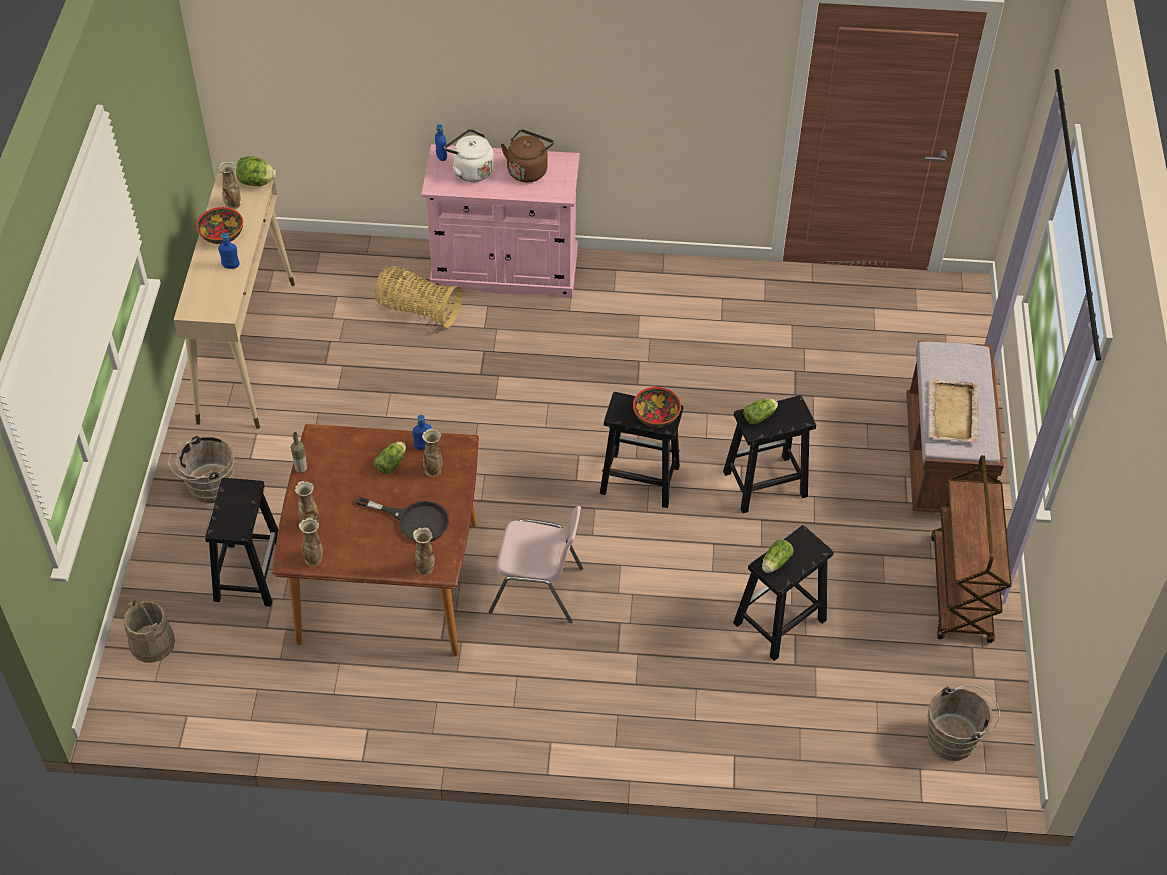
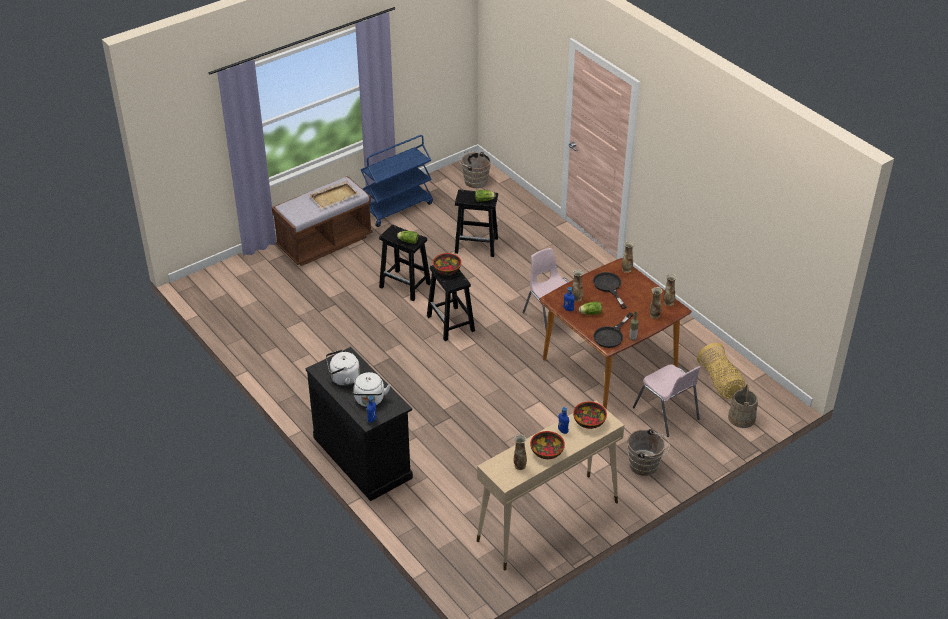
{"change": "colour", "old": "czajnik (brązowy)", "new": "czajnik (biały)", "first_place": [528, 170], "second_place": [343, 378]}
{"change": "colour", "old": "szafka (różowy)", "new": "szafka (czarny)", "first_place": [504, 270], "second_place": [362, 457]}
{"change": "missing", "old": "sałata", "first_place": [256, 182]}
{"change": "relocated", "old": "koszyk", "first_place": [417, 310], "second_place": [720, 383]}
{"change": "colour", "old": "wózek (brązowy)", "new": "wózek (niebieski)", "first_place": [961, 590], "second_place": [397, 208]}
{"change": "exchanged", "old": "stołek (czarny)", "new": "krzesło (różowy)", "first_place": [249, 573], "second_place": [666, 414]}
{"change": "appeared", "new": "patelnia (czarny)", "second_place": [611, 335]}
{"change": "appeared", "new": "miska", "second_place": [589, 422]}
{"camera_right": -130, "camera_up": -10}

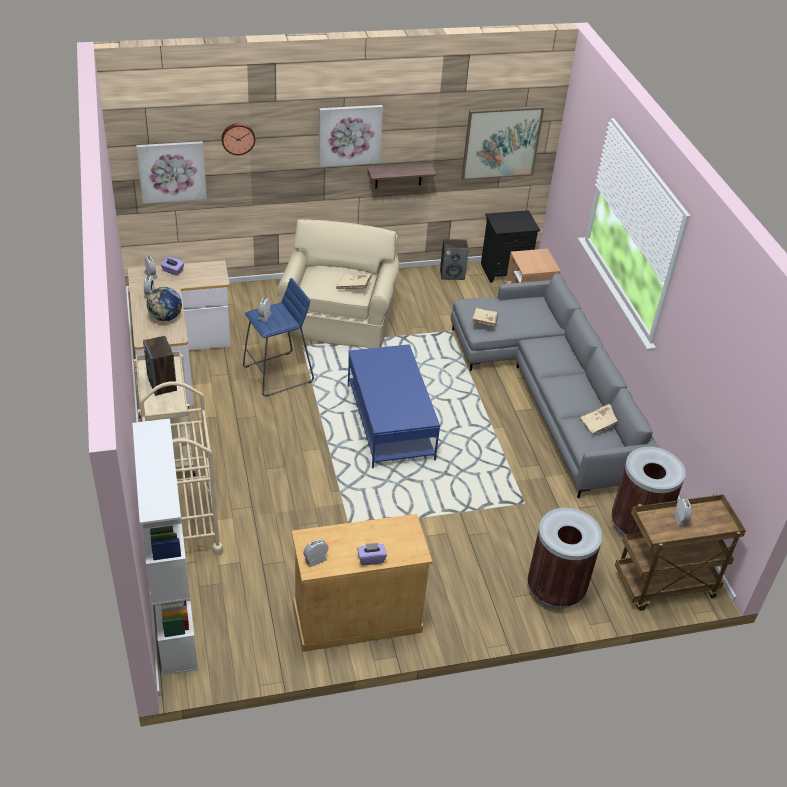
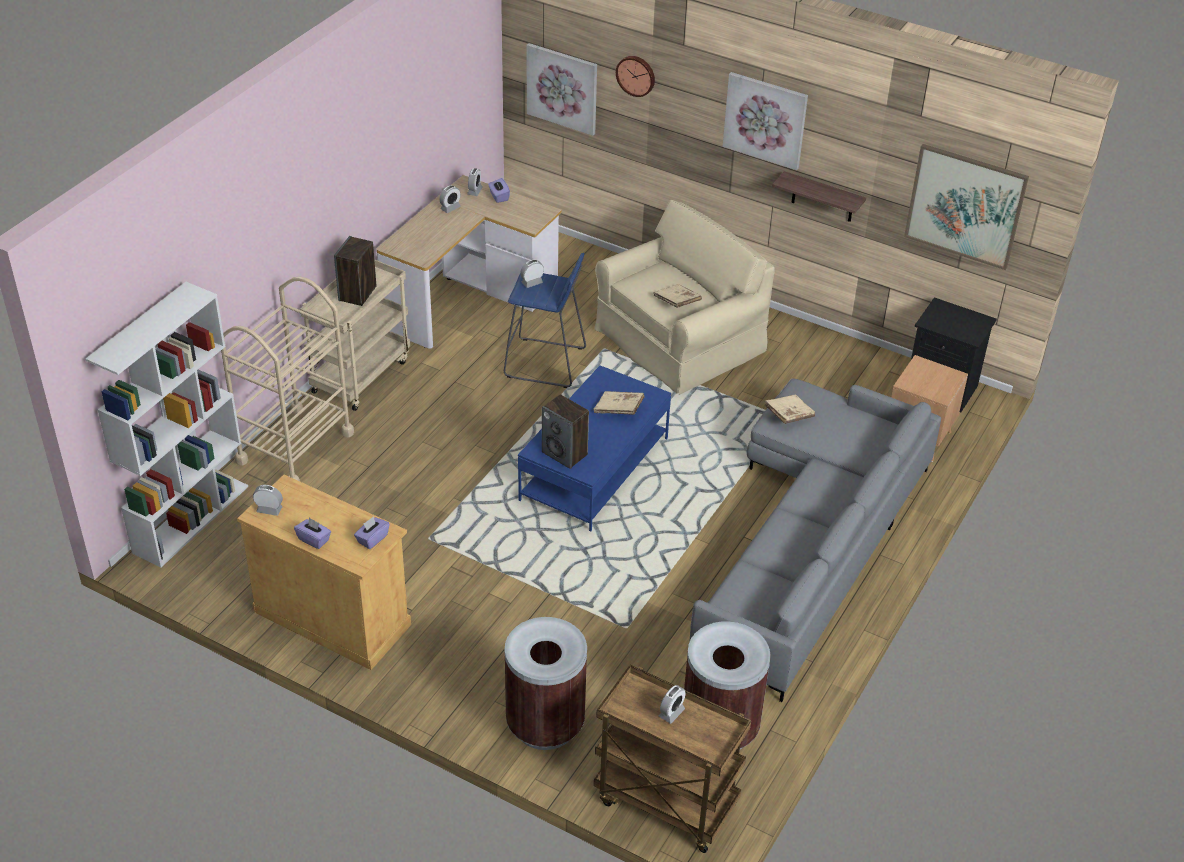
{"change": "relocated", "old": "głośnik", "first_place": [452, 274], "second_place": [565, 453]}
{"change": "missing", "old": "globus", "first_place": [165, 317]}
{"change": "relocated", "old": "książka (beżowy)", "first_place": [599, 424], "second_place": [619, 409]}
{"change": "appeared", "new": "pudełko chusteczek (fioletowy)", "second_place": [372, 539]}
{"camera_right": 45, "camera_up": 0}

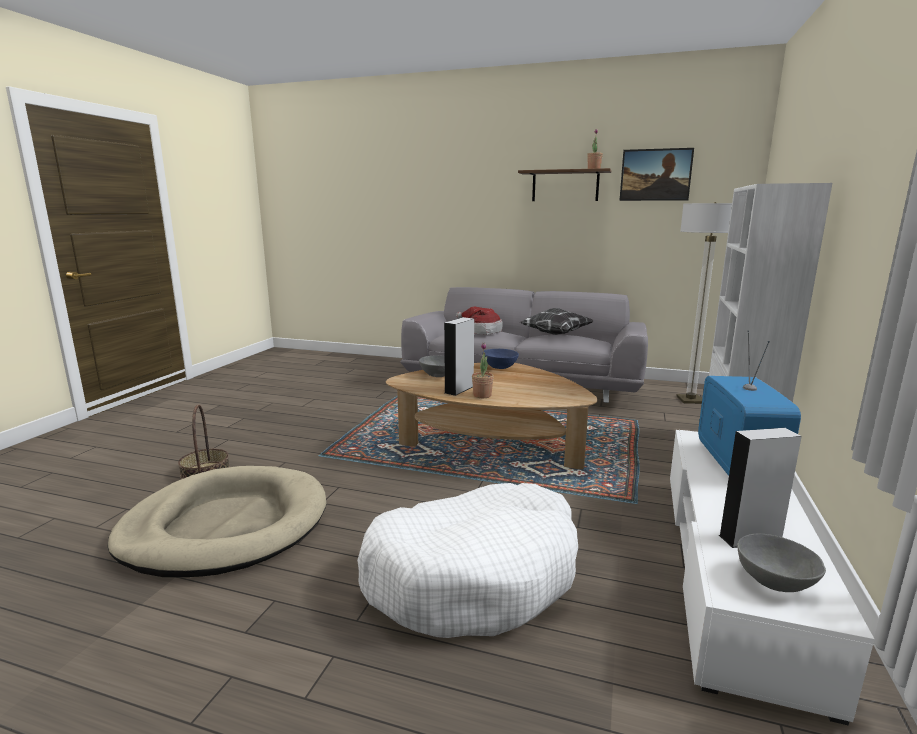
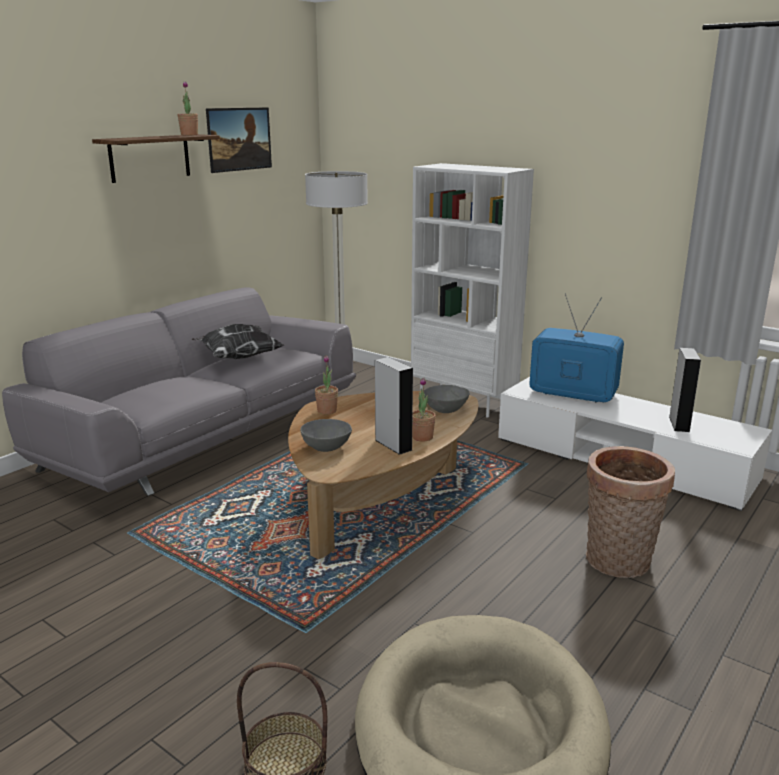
{"change": "missing", "old": "kapelusz", "first_place": [481, 331]}
{"change": "exchanged", "old": "miska (niebieski)", "new": "roślina doniczkowa", "first_place": [500, 367], "second_place": [327, 411]}
{"change": "exchanged", "old": "legowisko (biały)", "new": "koszyk", "first_place": [473, 575], "second_place": [618, 563]}
{"change": "relocated", "old": "miska (szary)", "first_place": [774, 581], "second_place": [445, 409]}
{"camera_right": -70, "camera_up": 5}

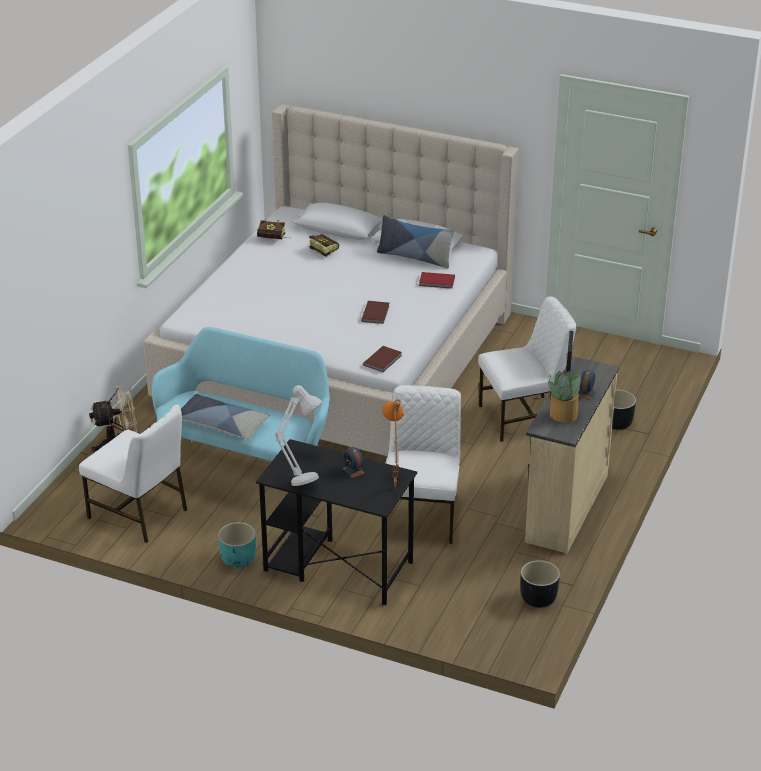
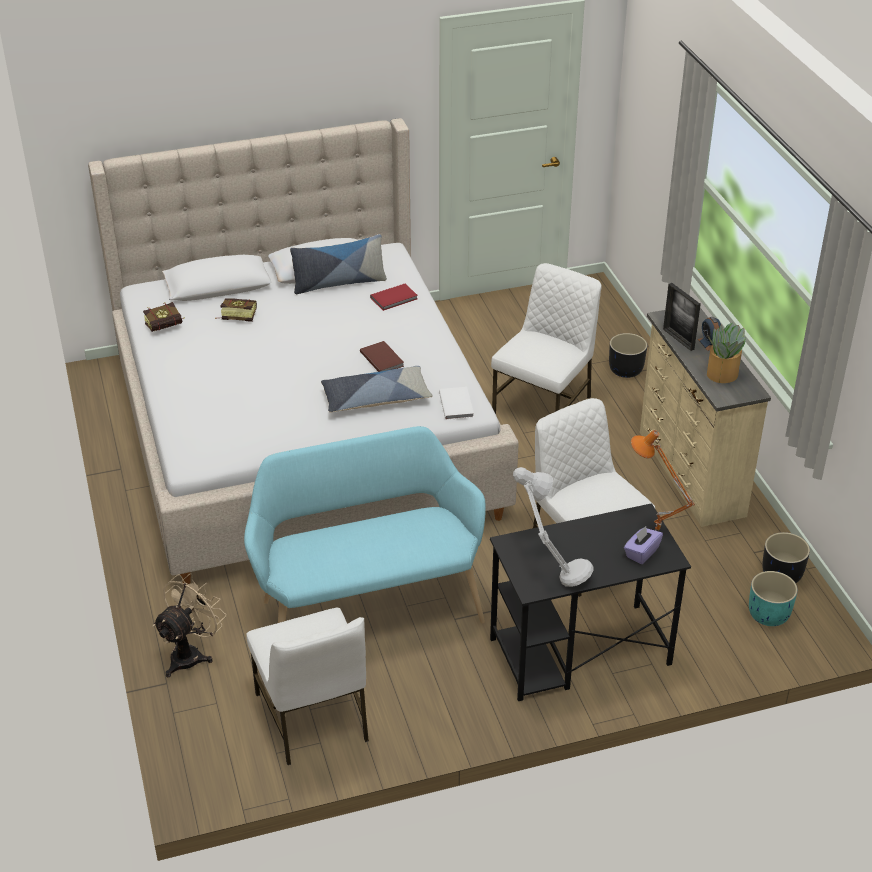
{"change": "colour", "old": "książka (brązowy)", "new": "książka (biały)", "first_place": [383, 360], "second_place": [457, 404]}
{"change": "relocated", "old": "poduszka", "first_place": [221, 424], "second_place": [375, 398]}
{"change": "spun", "old": "krzesło (biały)", "first_place": [139, 514], "second_place": [313, 718], "degrees": 75}
{"change": "missing", "old": "budzik", "first_place": [353, 470]}
{"change": "relocated", "old": "donica (turkusowy)", "first_place": [238, 559], "second_place": [768, 615]}
{"change": "appeared", "new": "pudełko chusteczek (fioletowy)", "second_place": [641, 553]}
{"camera_right": -40, "camera_up": 5}

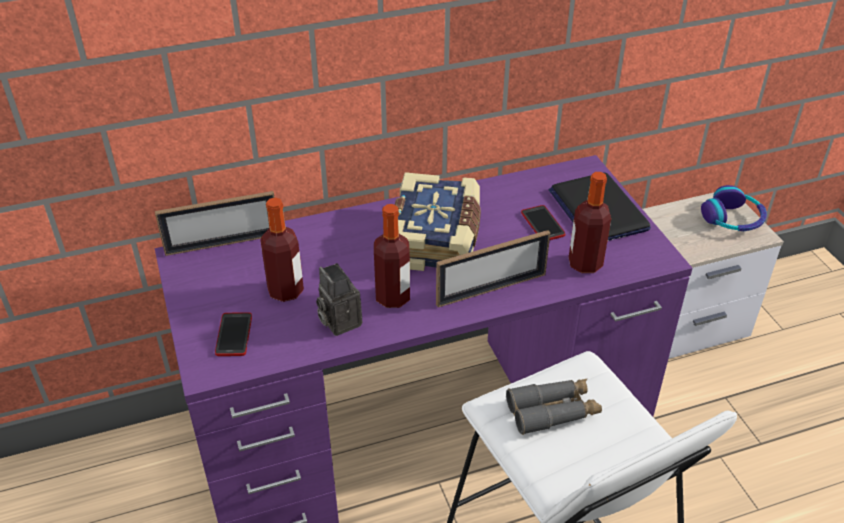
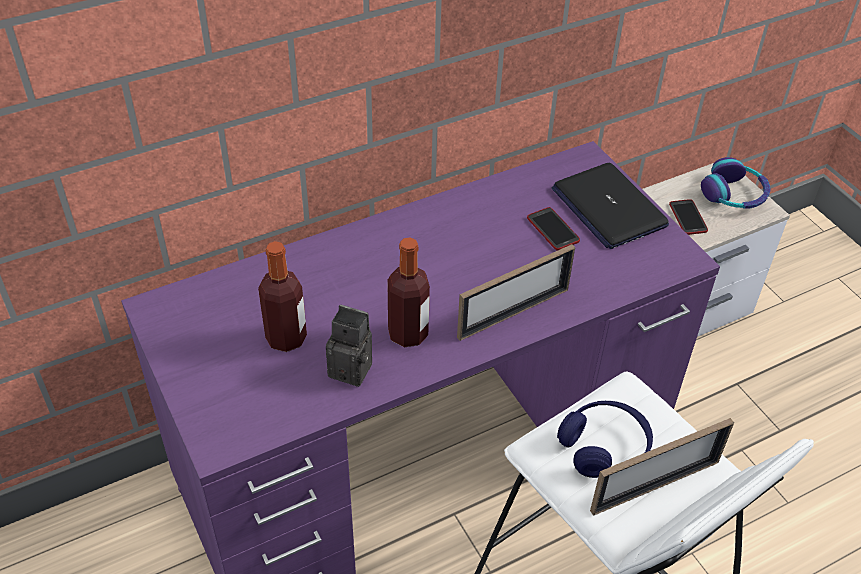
{"change": "missing", "old": "książka", "first_place": [436, 239]}
{"change": "missing", "old": "butelka", "first_place": [585, 264]}
{"change": "relocated", "old": "ramka na zdjęcie", "first_place": [222, 244], "second_place": [655, 486]}
{"change": "spun", "old": "aparat fotograficzny", "first_place": [338, 321], "second_place": [353, 368], "degrees": 150}
{"change": "relocated", "old": "telefon", "first_place": [234, 335], "second_place": [688, 218]}
{"change": "exchanged", "old": "lornetka (szary)", "new": "słuchawki (niebieski)", "first_place": [553, 411], "second_place": [604, 447]}
{"camera_right": -10, "camera_up": 5}

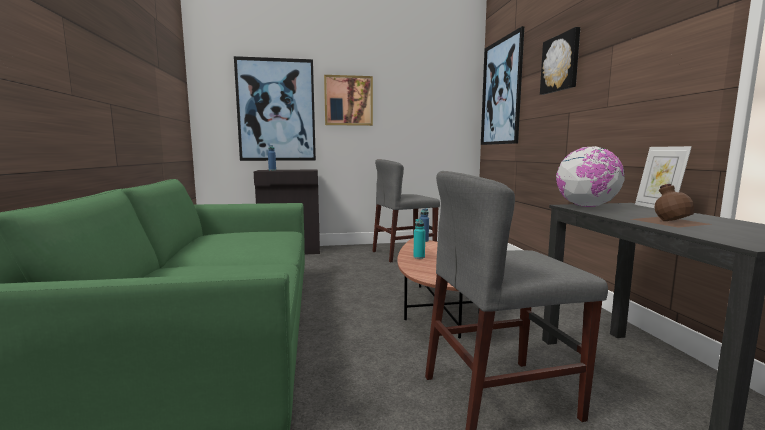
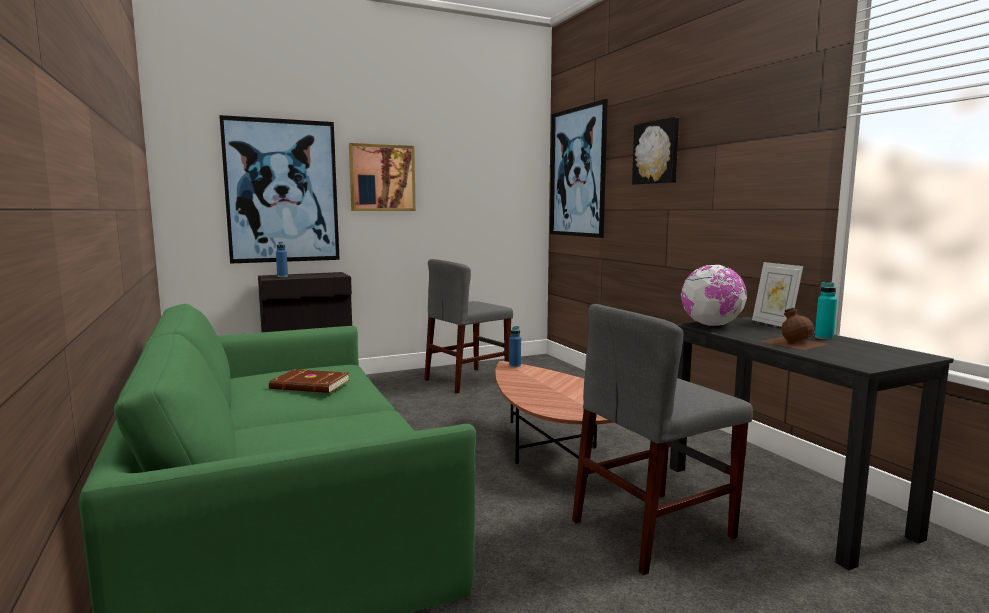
{"change": "relocated", "old": "butelka (turkusowy)", "first_place": [419, 257], "second_place": [824, 338]}
{"change": "appeared", "new": "książka (brązowy)", "second_place": [310, 385]}
{"camera_right": -15, "camera_up": 0}

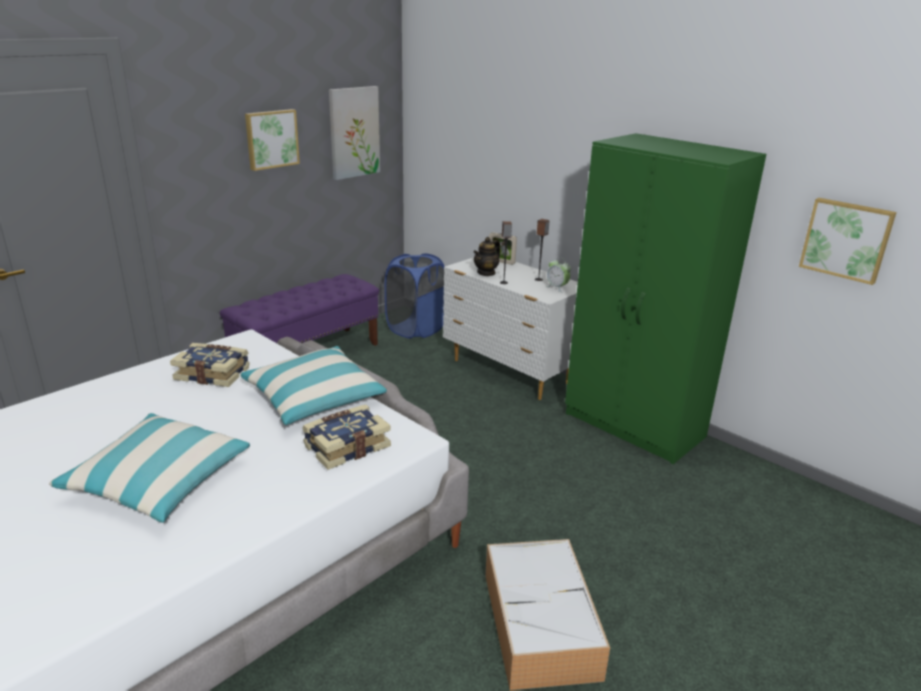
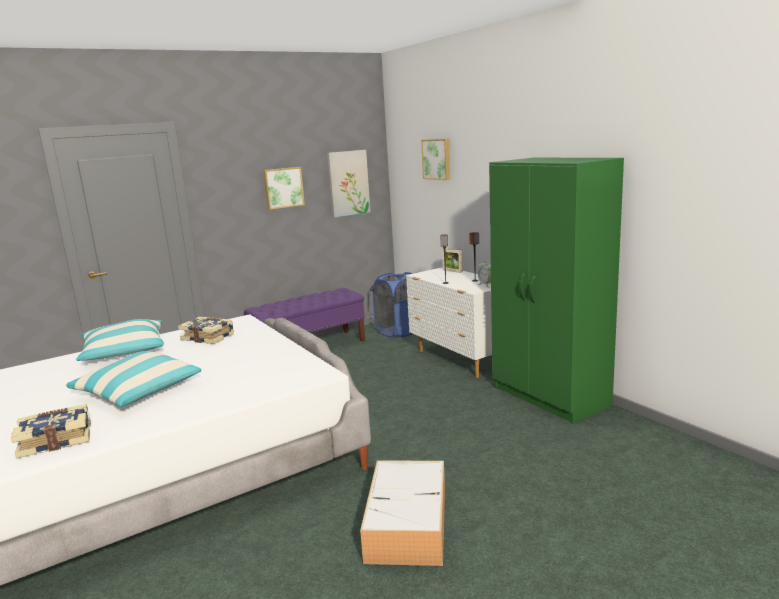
{"change": "relocated", "old": "obraz", "first_place": [846, 239], "second_place": [437, 159]}
{"change": "missing", "old": "imbryk", "first_place": [486, 273]}
{"change": "relocated", "old": "poduszka", "first_place": [314, 397], "second_place": [124, 351]}
{"change": "relocated", "old": "książka", "first_place": [346, 446], "second_place": [56, 440]}
{"camera_right": 15, "camera_up": -10}

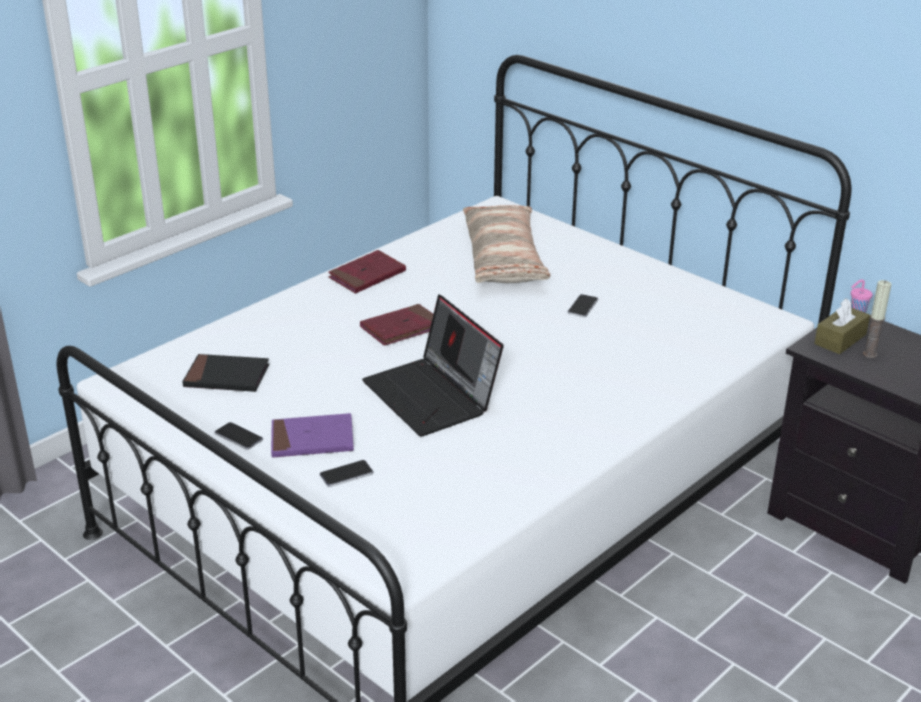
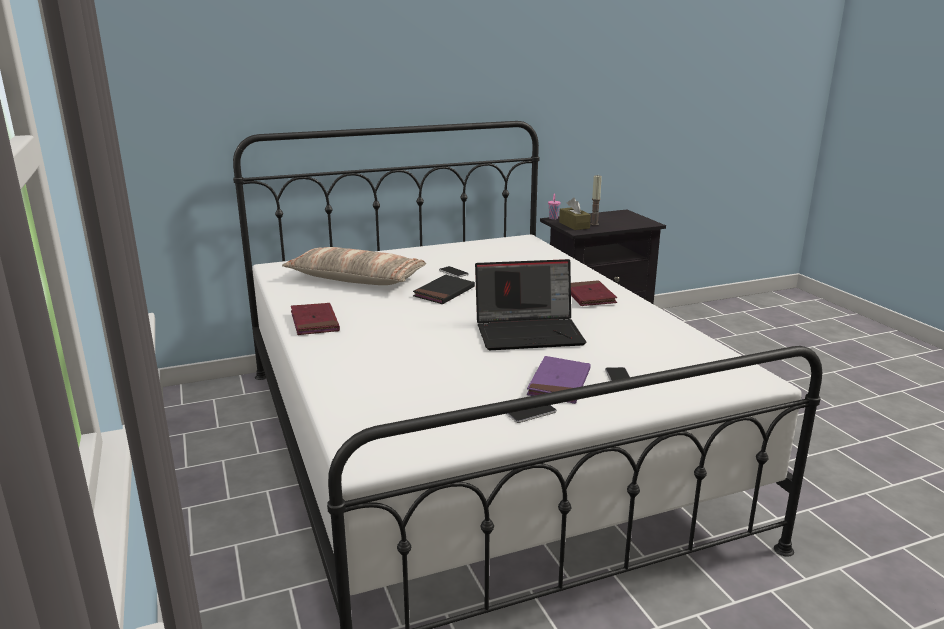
{"change": "relocated", "old": "książka (czerwony)", "first_place": [402, 328], "second_place": [589, 296]}
{"change": "relocated", "old": "książka (czarny)", "first_place": [227, 377], "second_place": [444, 292]}
{"camera_right": -65, "camera_up": -10}

